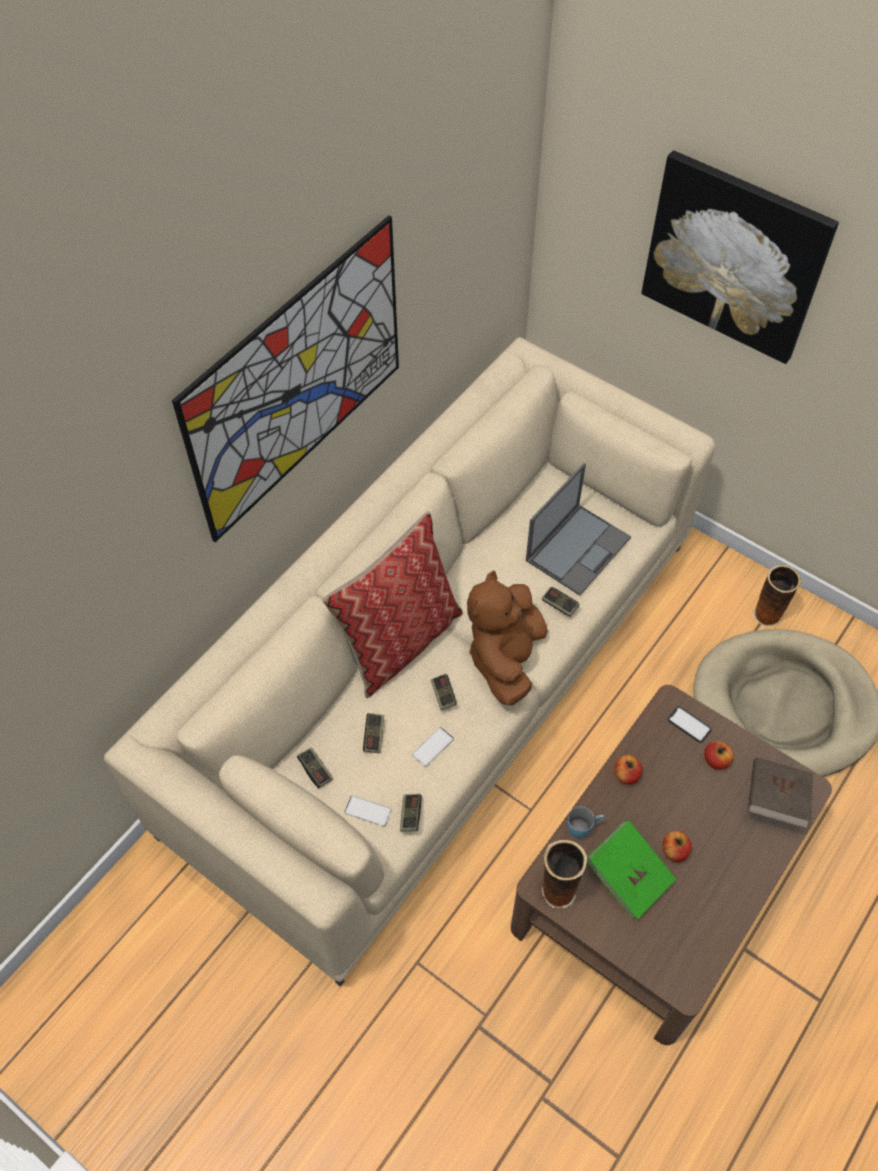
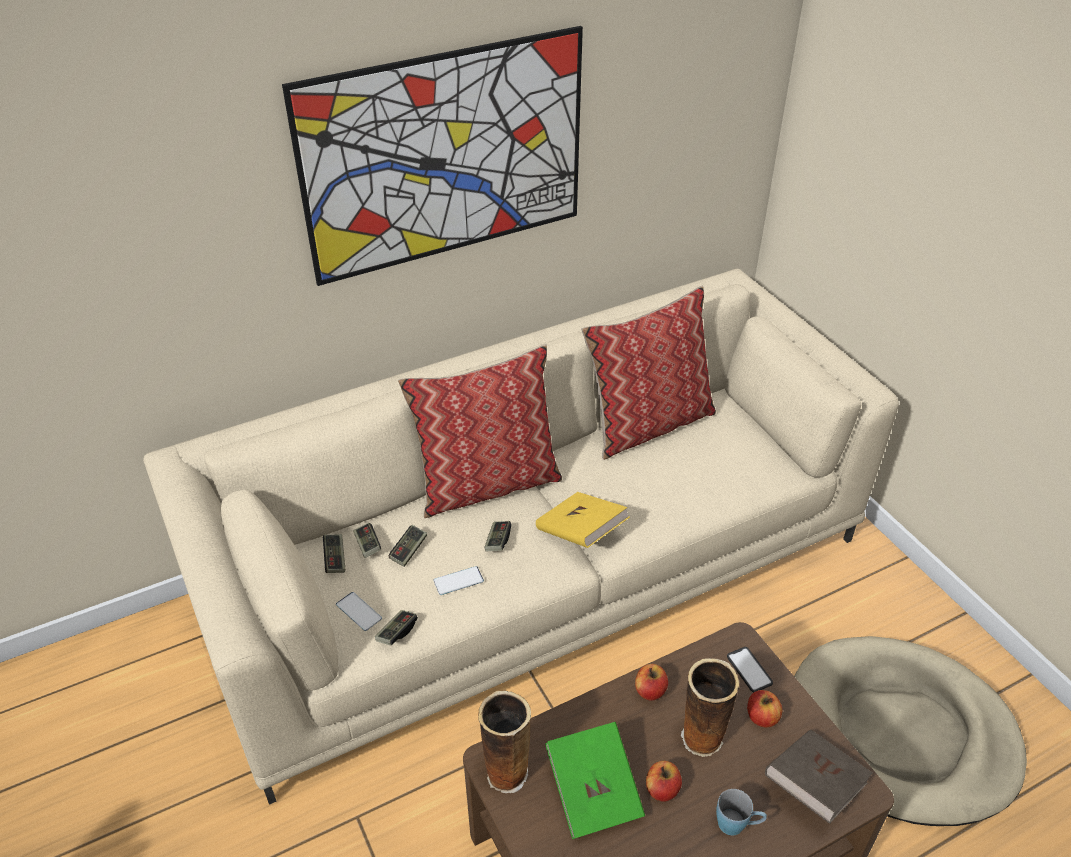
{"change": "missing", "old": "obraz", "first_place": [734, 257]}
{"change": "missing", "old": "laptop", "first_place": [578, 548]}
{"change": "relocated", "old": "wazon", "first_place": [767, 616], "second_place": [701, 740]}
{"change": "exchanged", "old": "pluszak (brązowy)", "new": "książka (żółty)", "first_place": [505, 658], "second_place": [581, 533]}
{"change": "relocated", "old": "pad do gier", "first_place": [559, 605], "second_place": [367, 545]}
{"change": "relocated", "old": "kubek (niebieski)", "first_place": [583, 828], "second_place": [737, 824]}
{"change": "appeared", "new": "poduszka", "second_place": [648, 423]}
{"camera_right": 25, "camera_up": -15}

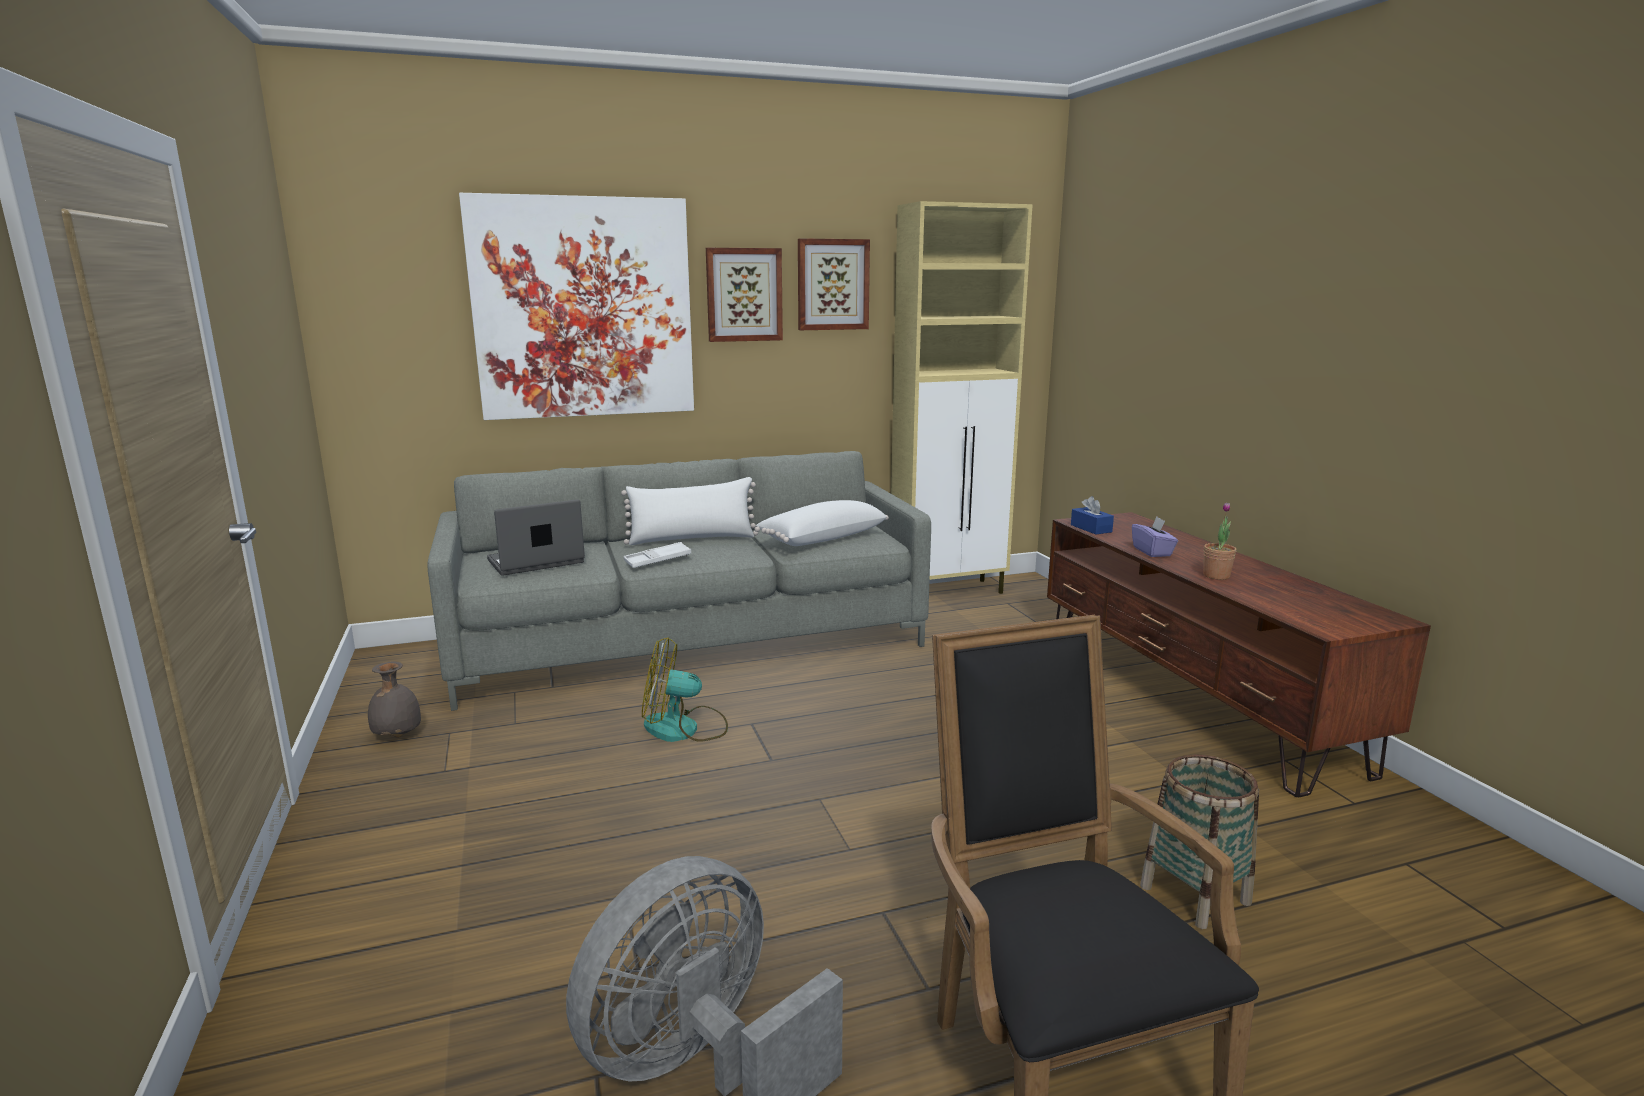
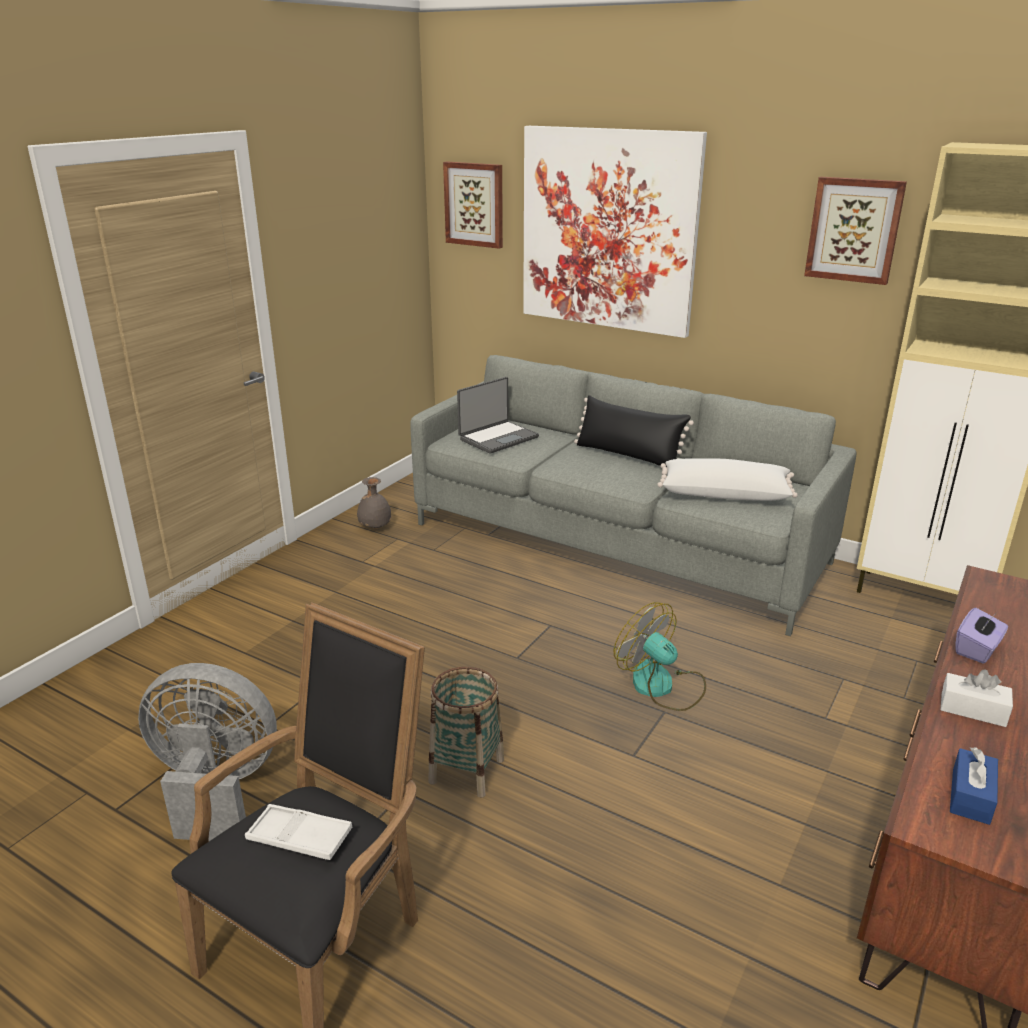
{"change": "relocated", "old": "obraz", "first_place": [744, 295], "second_place": [474, 204]}
{"change": "colour", "old": "poduszka (biały)", "new": "poduszka (czarny)", "first_place": [692, 539], "second_place": [628, 456]}
{"change": "relocated", "old": "pudełko chusteczek (niebieski)", "first_place": [1091, 528], "second_place": [970, 796]}
{"change": "spun", "old": "laptop", "first_place": [536, 562], "second_place": [498, 438], "degrees": 120}
{"change": "exchanged", "old": "roślina doniczkowa", "new": "pudełko chusteczek (biały)", "first_place": [1216, 576], "second_place": [973, 709]}
{"change": "relocated", "old": "taca (biały)", "first_place": [658, 560], "second_place": [299, 837]}
{"change": "relocated", "old": "wentylator", "first_place": [684, 728], "second_place": [661, 686]}
{"change": "relocated", "old": "koszyk", "first_place": [1195, 894], "second_place": [467, 770]}
{"camera_right": 50, "camera_up": 10}

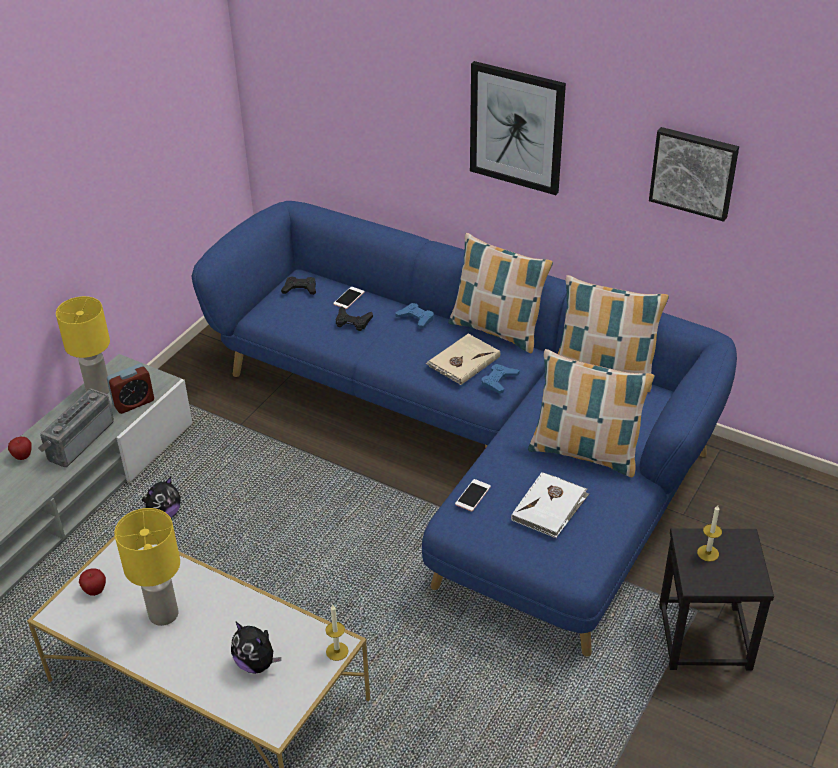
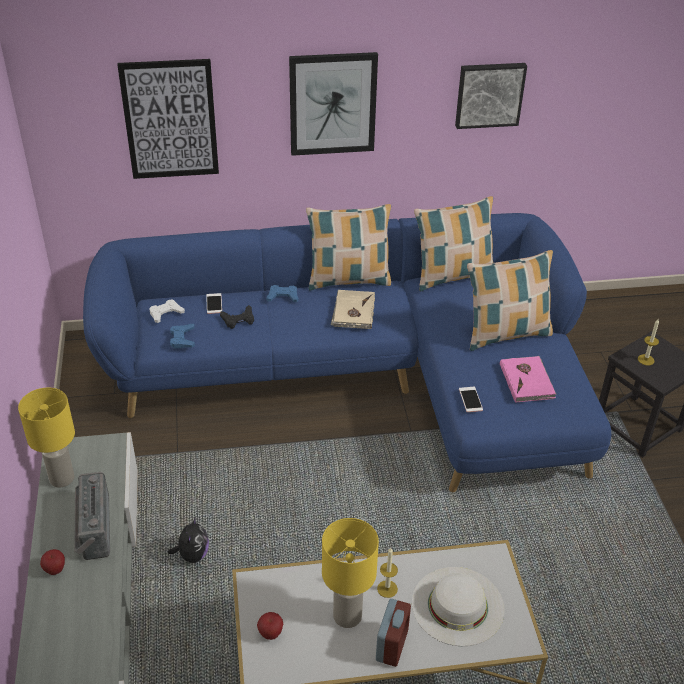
{"change": "colour", "old": "pad do gier (czarny)", "new": "pad do gier (biały)", "first_place": [300, 289], "second_place": [166, 313]}
{"change": "relocated", "old": "budzik", "first_place": [133, 403], "second_place": [392, 645]}
{"change": "relocated", "old": "pad do gier (niebieski)", "first_place": [499, 381], "second_place": [182, 339]}
{"change": "colour", "old": "książka (biały)", "new": "książka (różowy)", "first_place": [550, 507], "second_place": [527, 381]}
{"change": "relocated", "old": "świeca", "first_place": [337, 651], "second_place": [387, 589]}
{"change": "exchanged", "old": "pluszak", "new": "kapelusz (biały)", "first_place": [256, 663], "second_place": [458, 605]}
{"change": "appeared", "new": "obraz", "second_place": [170, 120]}
{"camera_right": -40, "camera_up": 0}

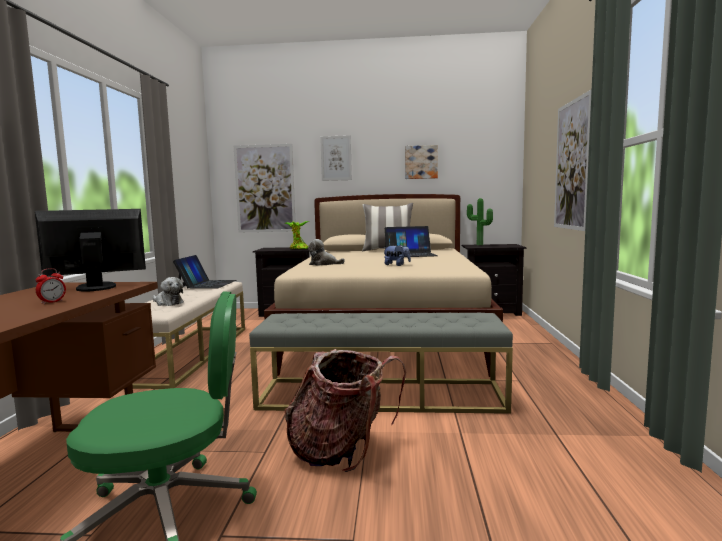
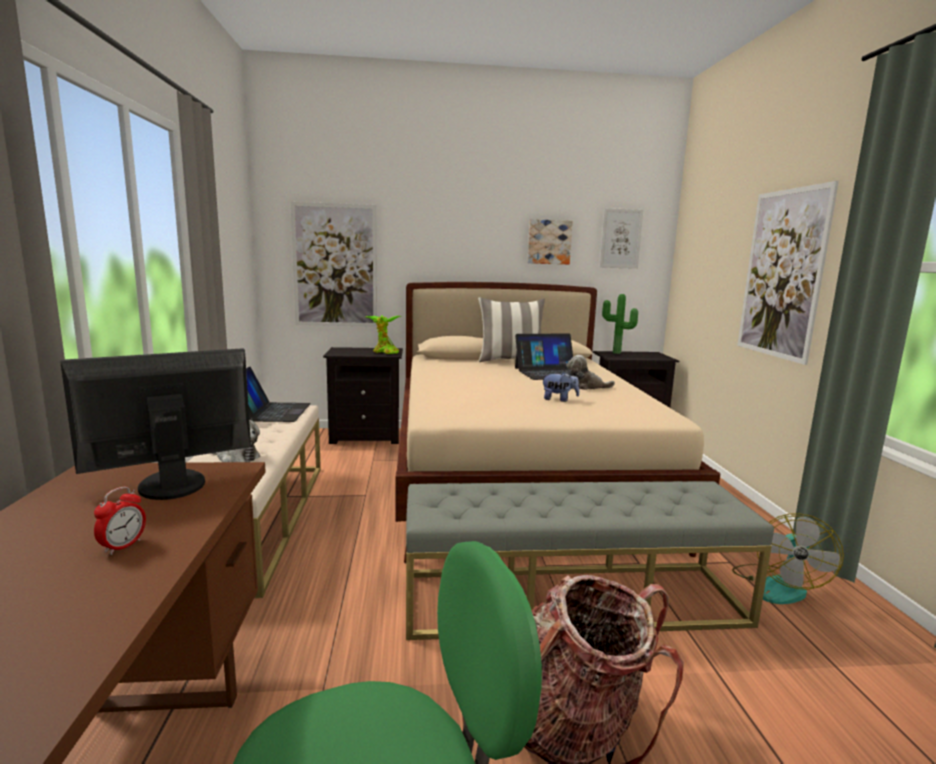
{"change": "relocated", "old": "obraz", "first_place": [336, 158], "second_place": [620, 238]}
{"change": "relocated", "old": "pluszak", "first_place": [324, 264], "second_place": [585, 386]}
{"change": "appeared", "new": "wentylator", "second_place": [778, 585]}
{"camera_right": -10, "camera_up": 5}

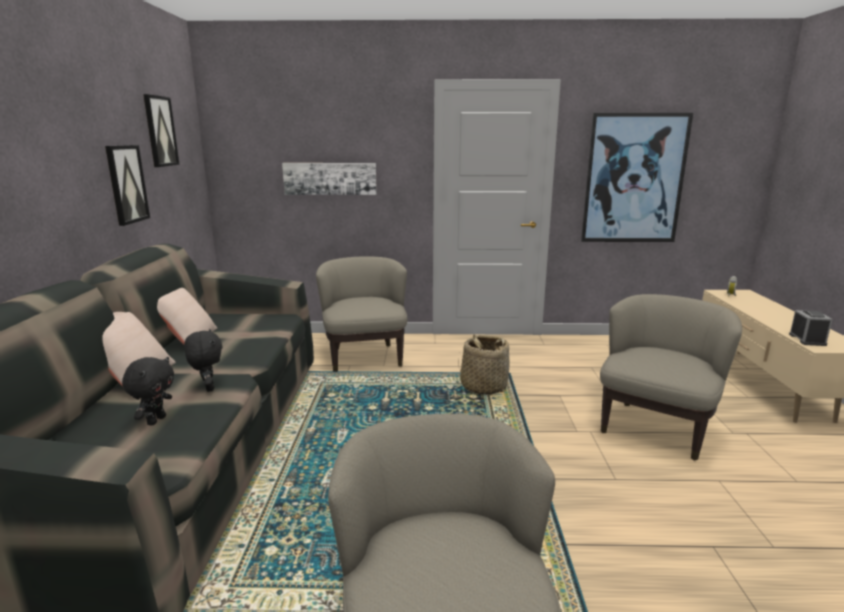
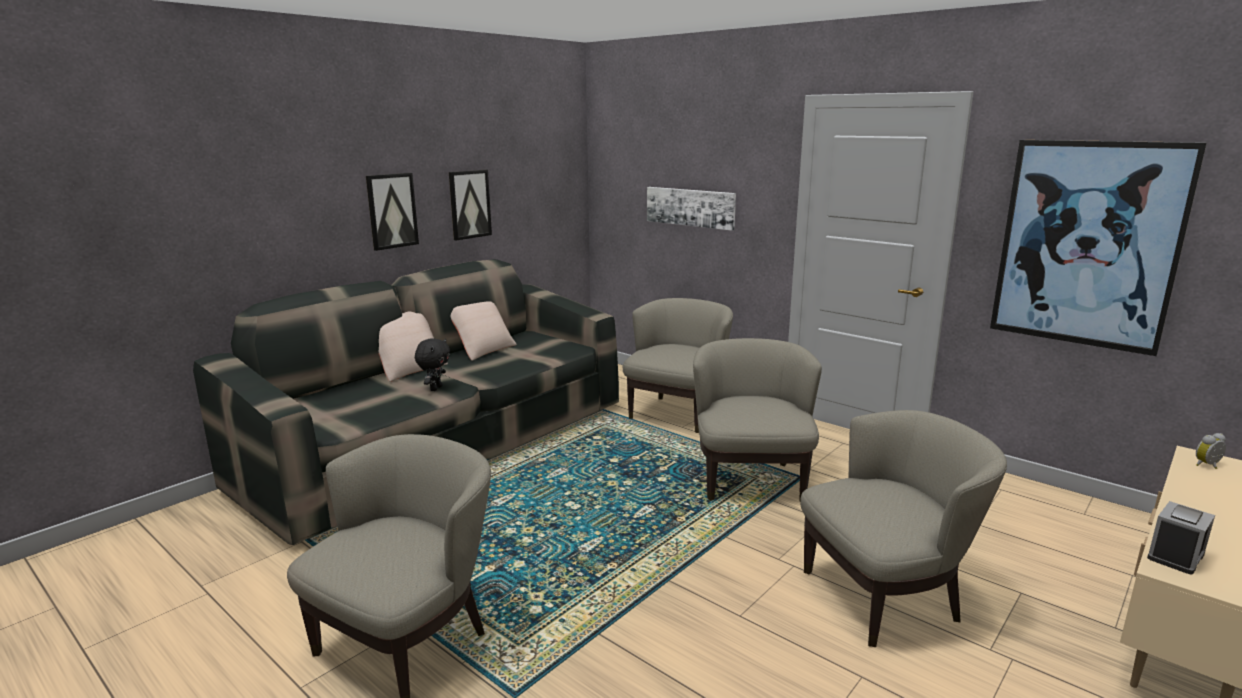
{"change": "relocated", "old": "obraz", "first_place": [160, 131], "second_place": [392, 211]}
{"change": "exchanged", "old": "koszyk", "new": "fotel (beżowy)", "first_place": [483, 386], "second_place": [750, 480]}
{"change": "missing", "old": "pluszak (czarny)", "first_place": [156, 420]}
{"camera_right": 40, "camera_up": 0}

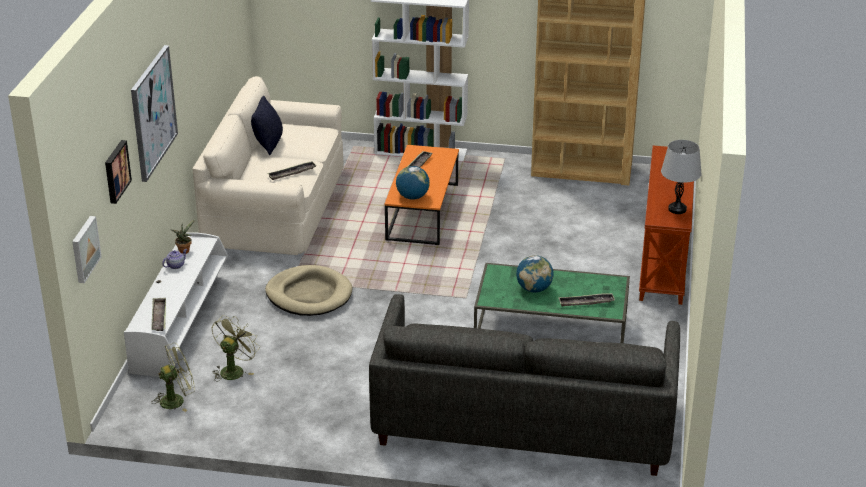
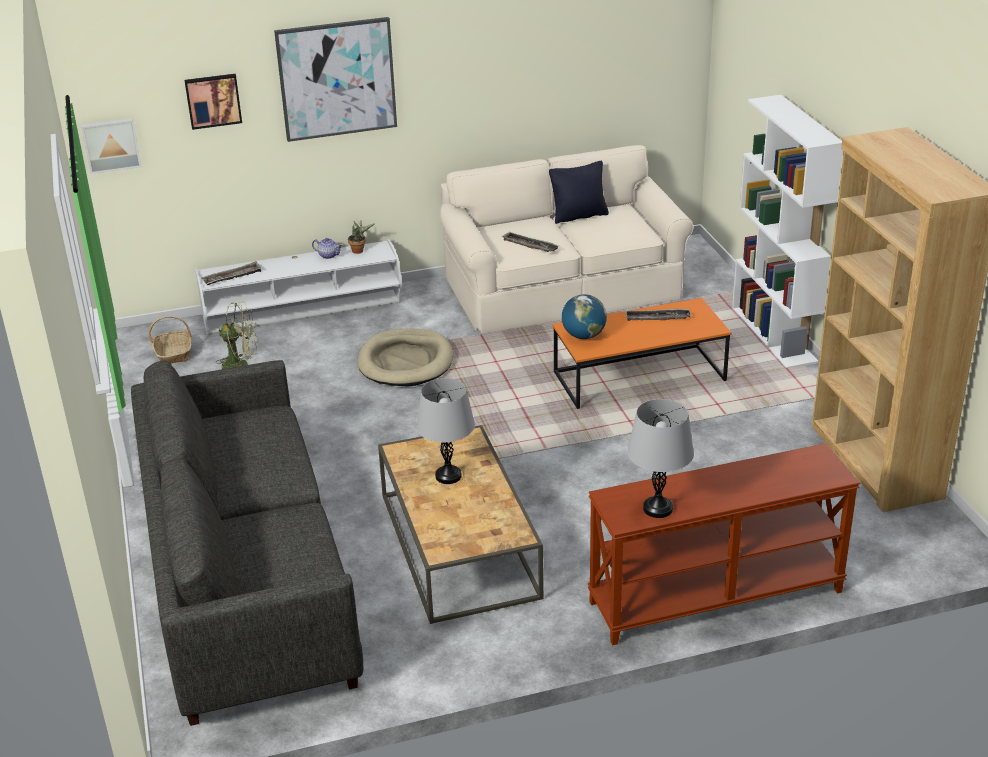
{"change": "exchanged", "old": "globus", "new": "lampa stołowa (szary)", "first_place": [534, 289], "second_place": [448, 476]}
{"change": "colour", "old": "ława (zielony)", "new": "ława (brązowy)", "first_place": [551, 331], "second_place": [458, 546]}
{"change": "missing", "old": "taca", "first_place": [586, 302]}
{"change": "exchanged", "old": "wentylator (zielony)", "new": "koszyk", "first_place": [177, 400], "second_place": [174, 353]}
{"camera_right": 65, "camera_up": 0}

